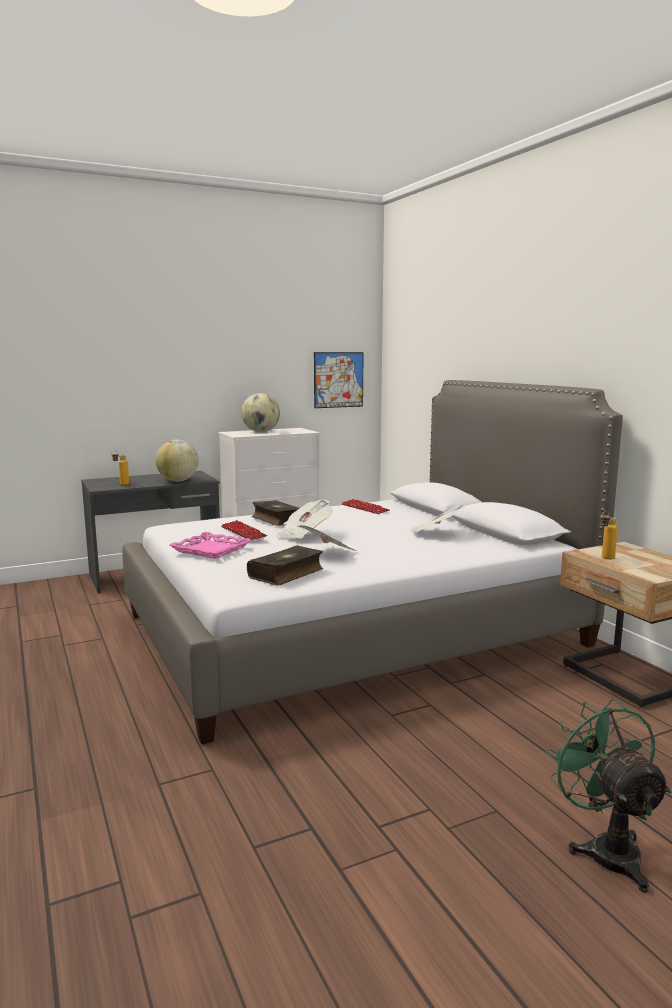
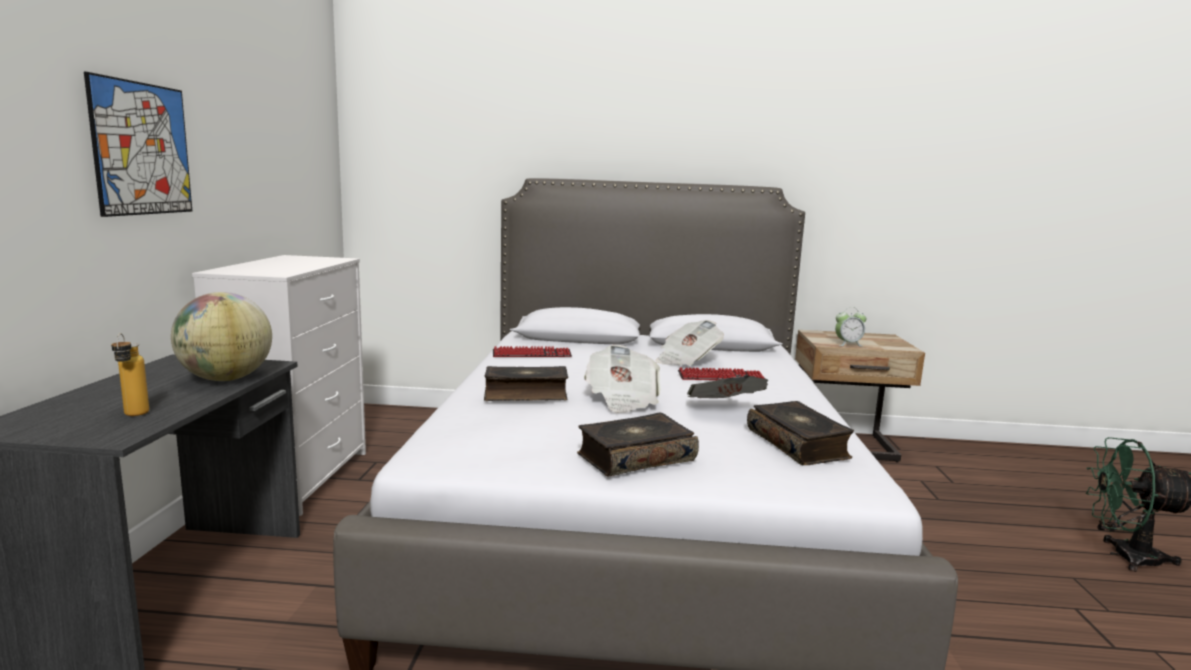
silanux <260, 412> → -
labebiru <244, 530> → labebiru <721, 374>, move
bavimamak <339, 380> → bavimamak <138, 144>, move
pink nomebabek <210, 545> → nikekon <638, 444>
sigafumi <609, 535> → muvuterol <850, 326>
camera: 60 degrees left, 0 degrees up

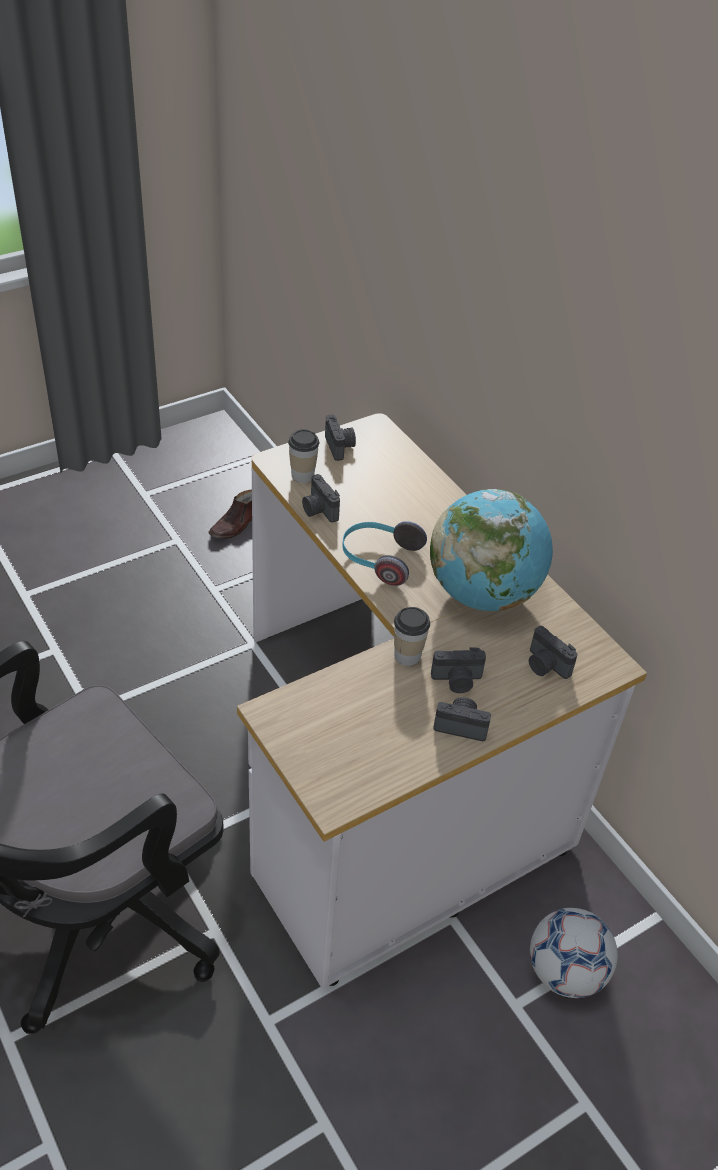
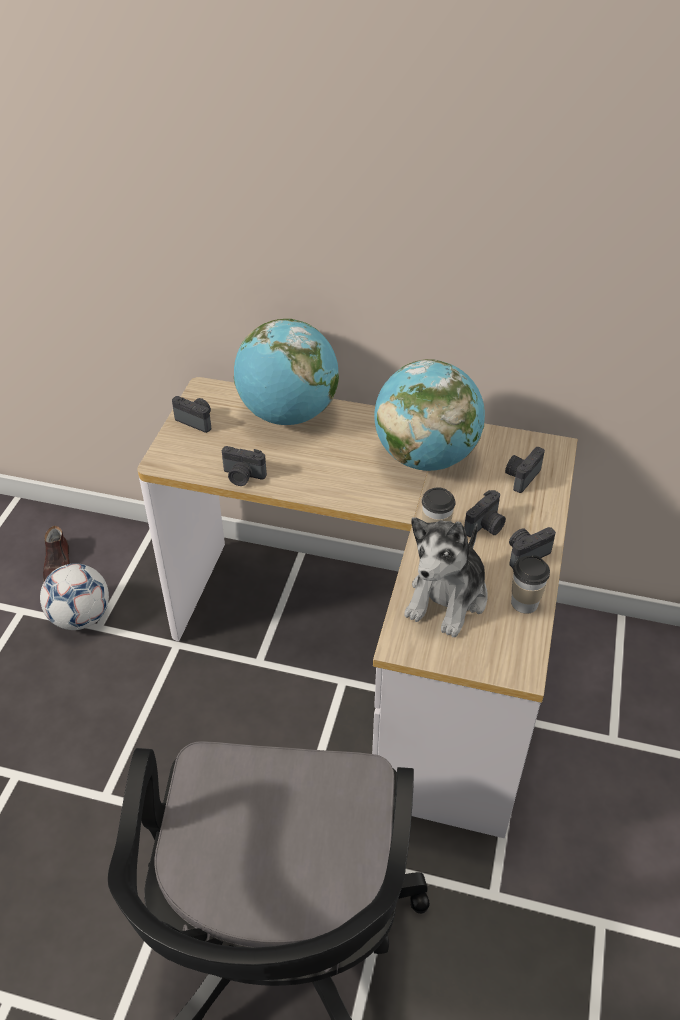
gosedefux <384, 553> → -
- → silanux <286, 372>
- → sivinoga <445, 577>
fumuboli <303, 456> → fumuboli <530, 584>, move
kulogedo <574, 953> → kulogedo <74, 596>, move
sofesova <553, 652> → sofesova <525, 470>, 120 degrees clockwise
camera: 40 degrees left, 0 degrees up

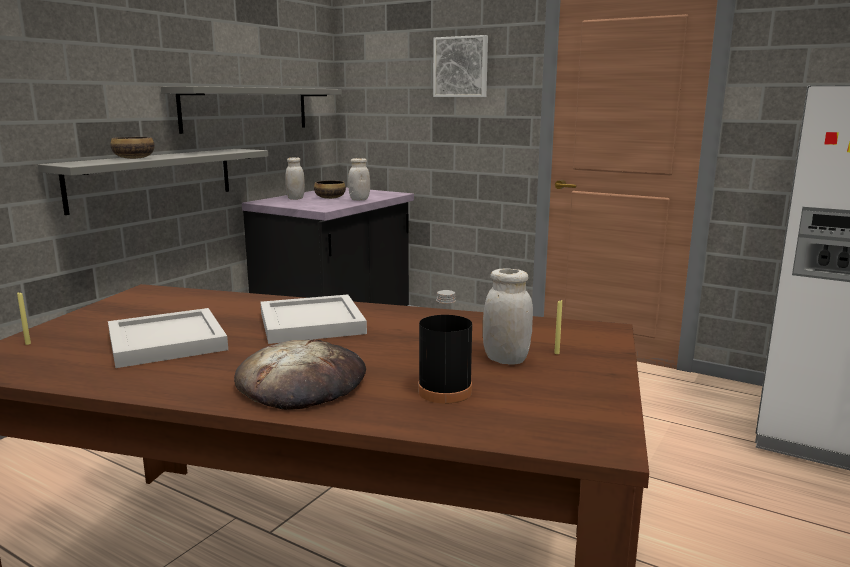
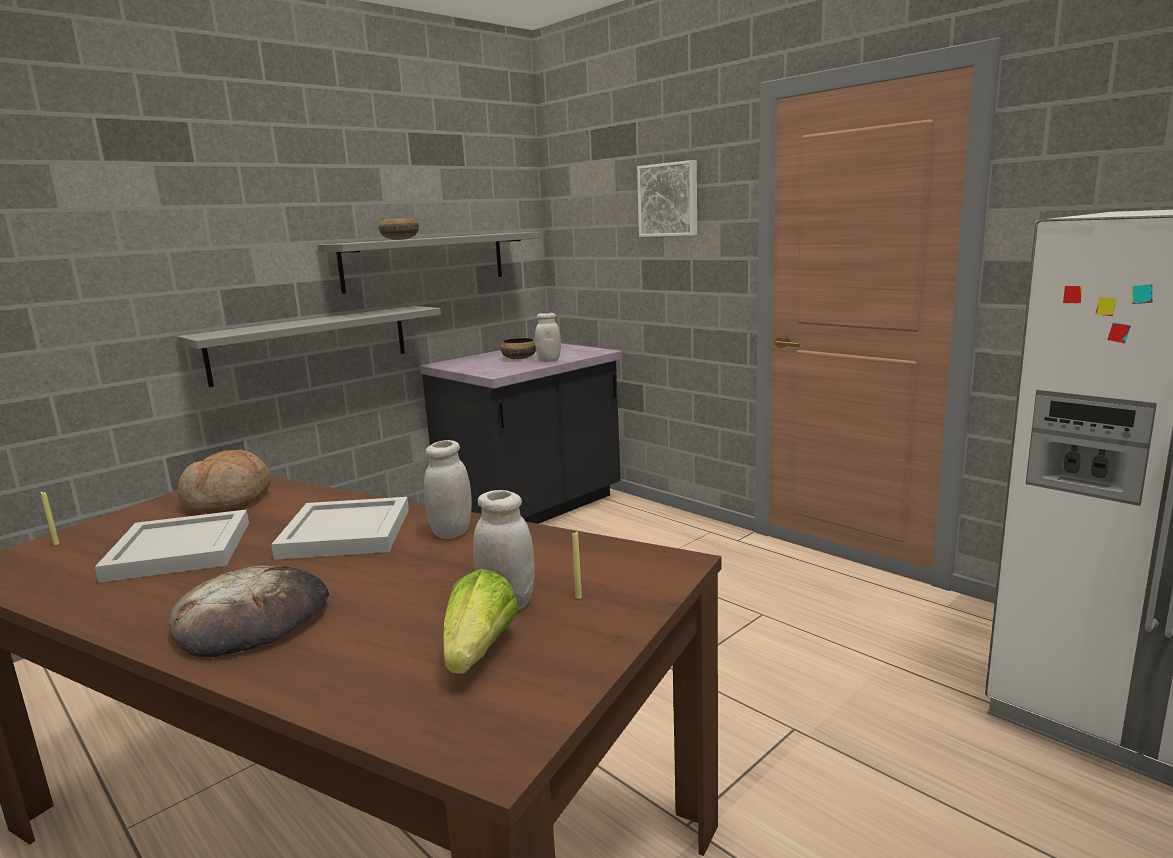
black sigafumi <445, 346> → -
- → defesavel <224, 481>
- → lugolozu <481, 621>
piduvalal <133, 148> → piduvalal <398, 229>, move
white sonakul <295, 178> → white sonakul <448, 489>, move
camera: 15 degrees right, 0 degrees up

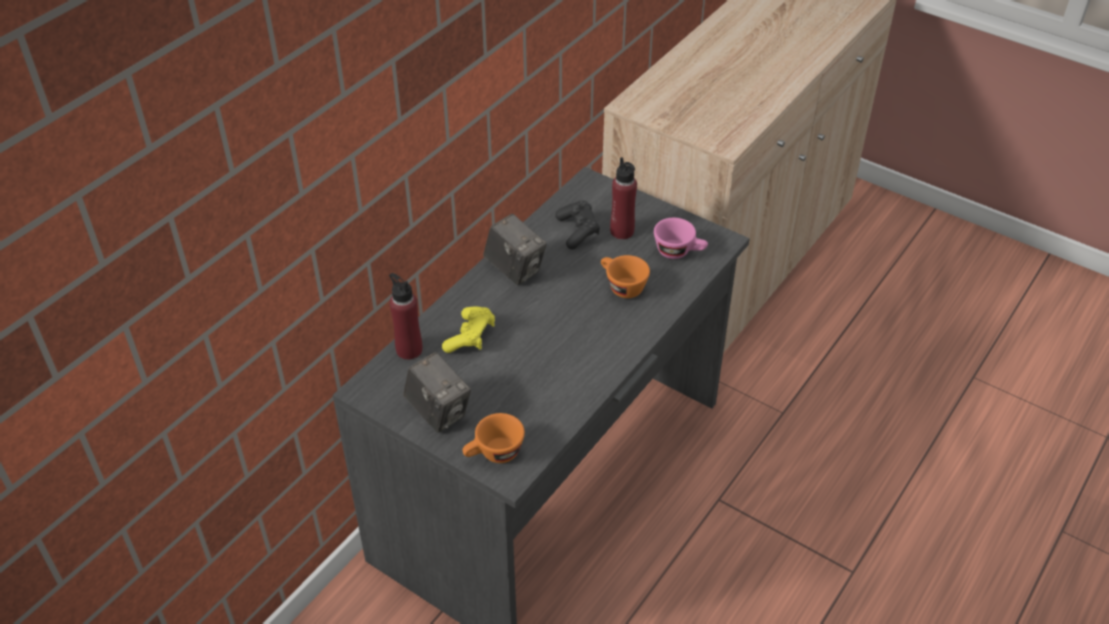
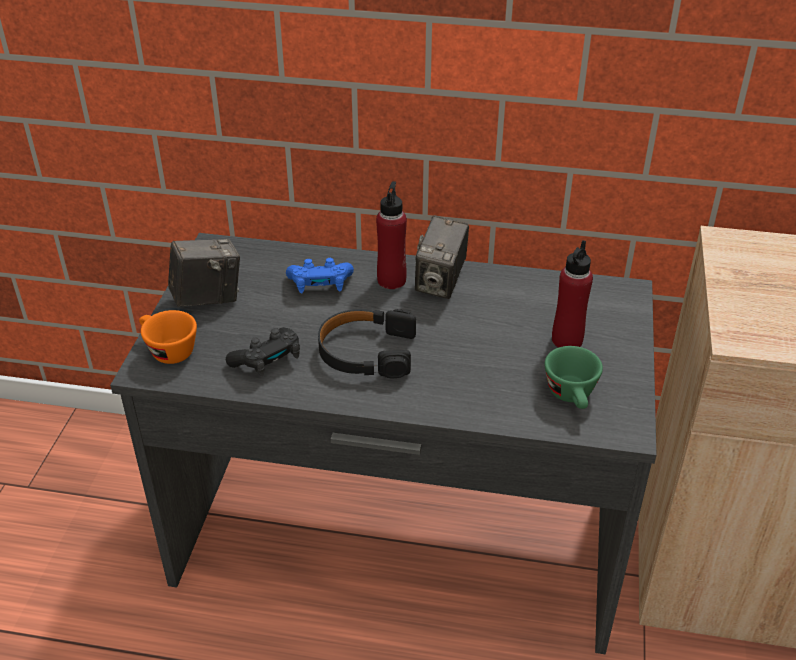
orange fumuboli <625, 276> → -
- → black gosedefux <367, 343>
red sigafumi <405, 316> → red sigafumi <391, 235>, move
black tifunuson <577, 224> → black tifunuson <263, 351>, move
yellow tifunuson <468, 329> → blue tifunuson <320, 276>
pink fumuboli <681, 238> → green fumuboli <574, 377>
sofesova <437, 392> → sofesova <204, 273>, 135 degrees counterclockwise
camera: 65 degrees right, 5 degrees down

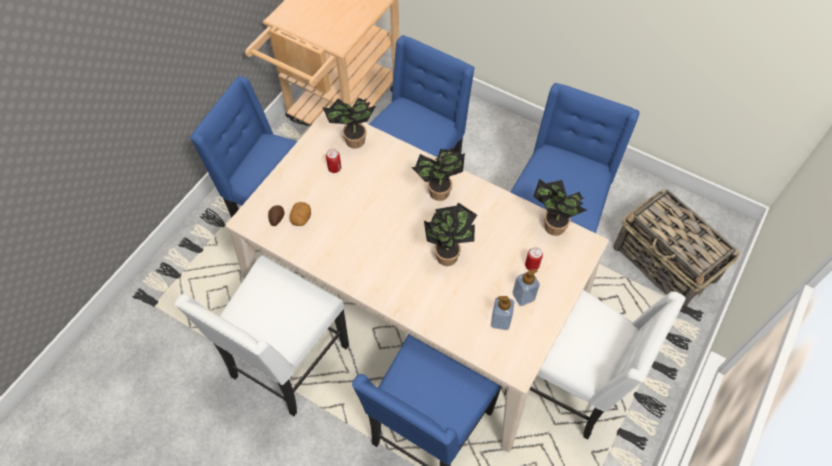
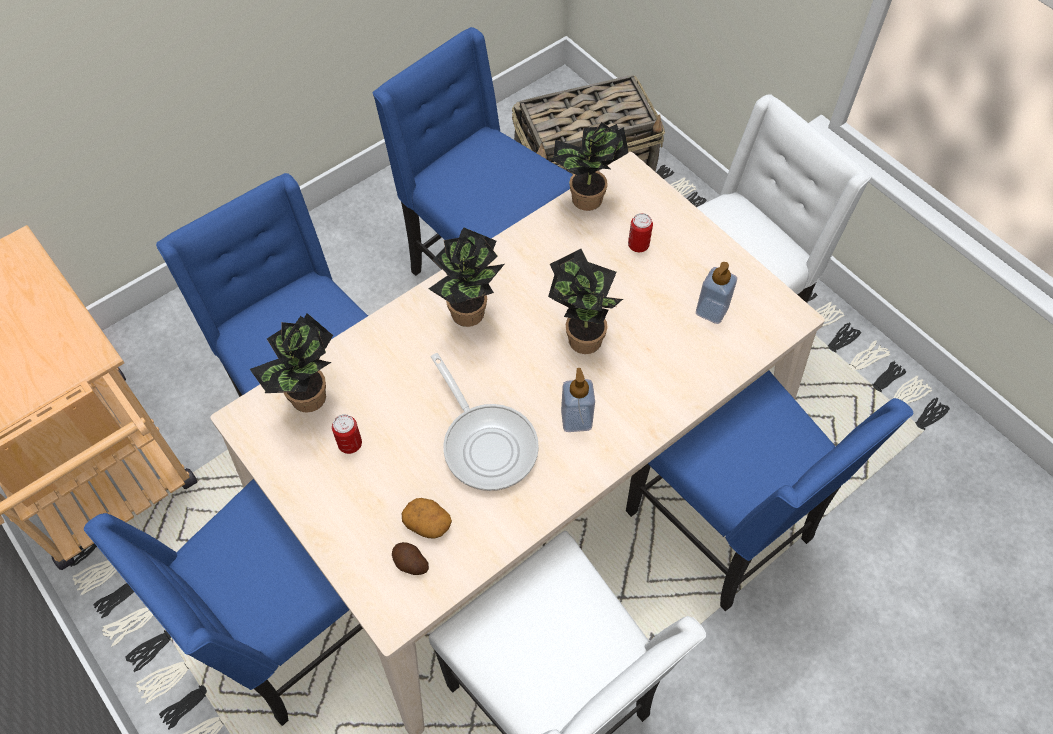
- → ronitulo <485, 422>
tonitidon <526, 287> → tonitidon <578, 400>, move
camera: 70 degrees left, 0 degrees up

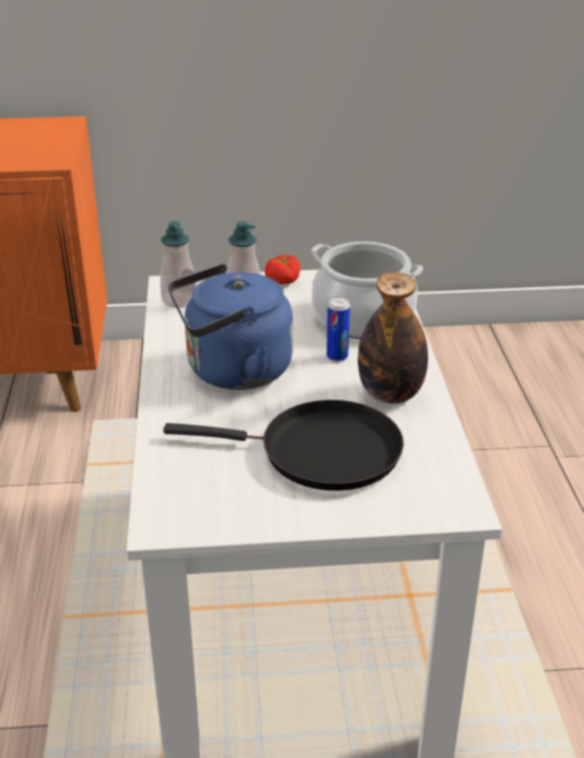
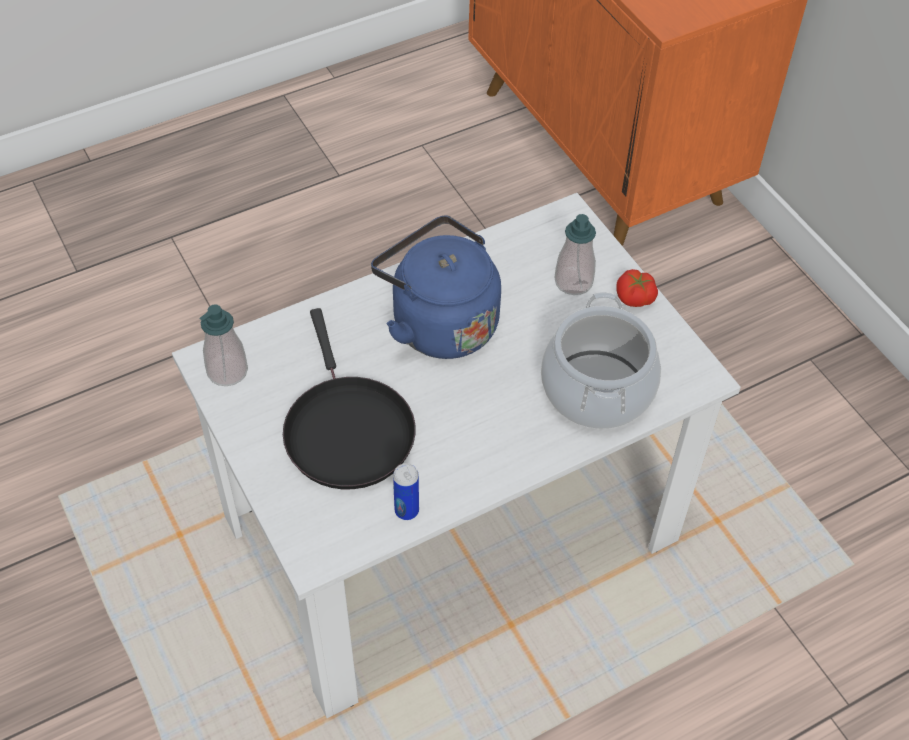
sigafumi <393, 338> → -
tonitidon <178, 264> → tonitidon <224, 345>, move
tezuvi <338, 329> → tezuvi <406, 491>, move
camera: 65 degrees right, 20 degrees up

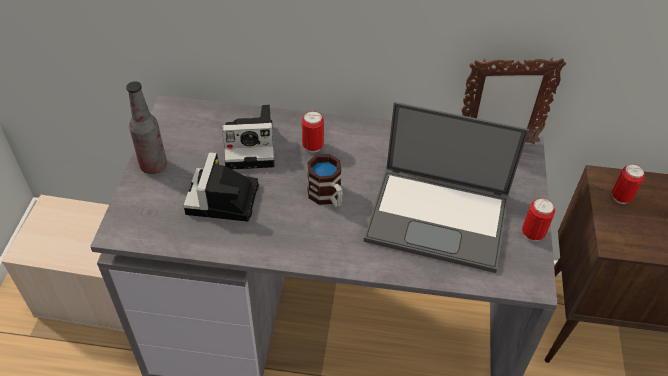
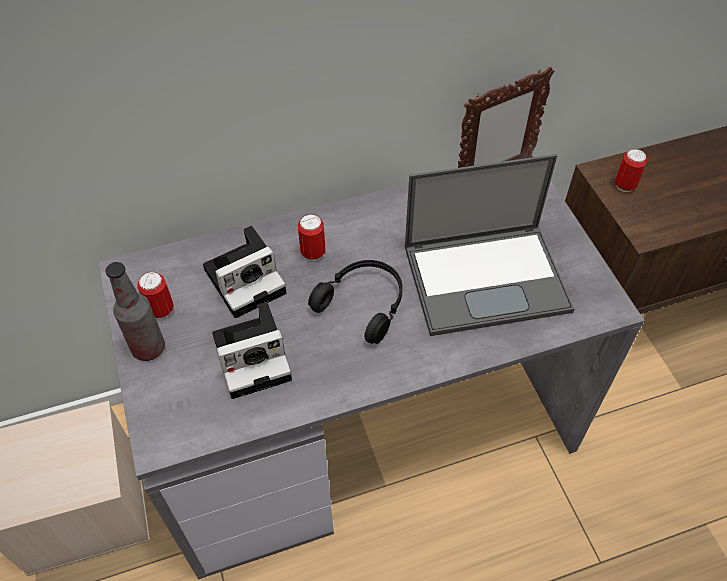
tezuvi <538, 219> → tezuvi <155, 295>, move
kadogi <325, 181> → black gosedefux <355, 302>
sofesova <221, 187> → sofesova <252, 350>, 90 degrees counterclockwise
camera: 25 degrees left, 5 degrees up

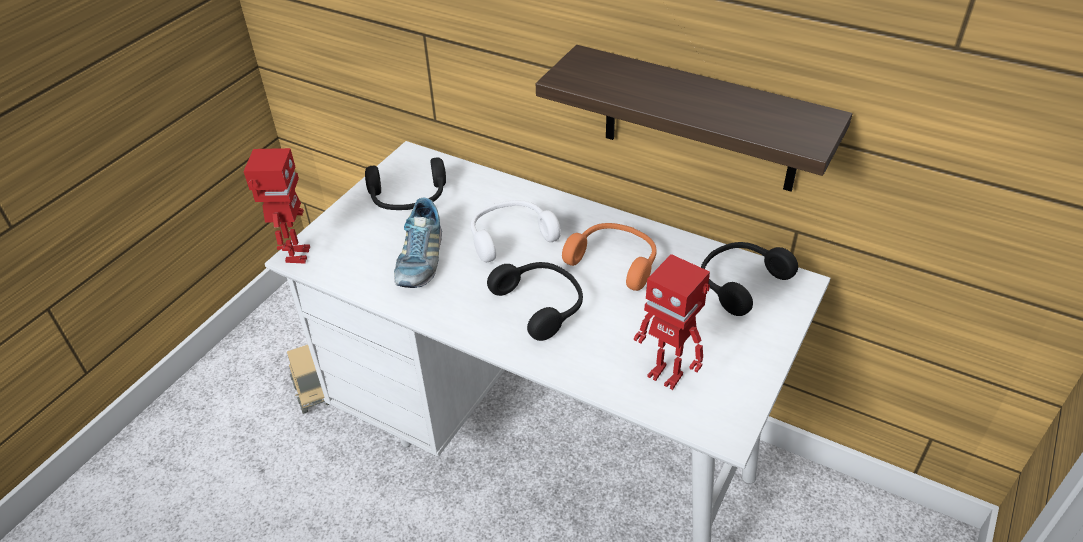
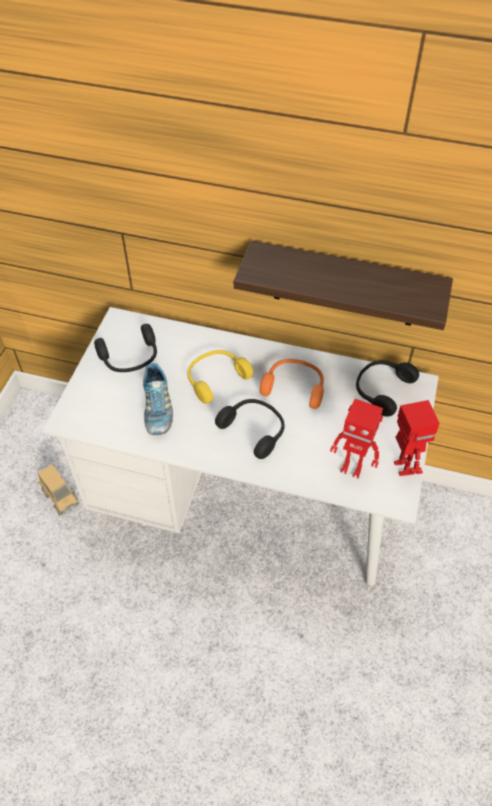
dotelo <277, 206> → dotelo <417, 438>, move
white gosedefux <516, 231> → yellow gosedefux <220, 377>
camera: 15 degrees left, 10 degrees up

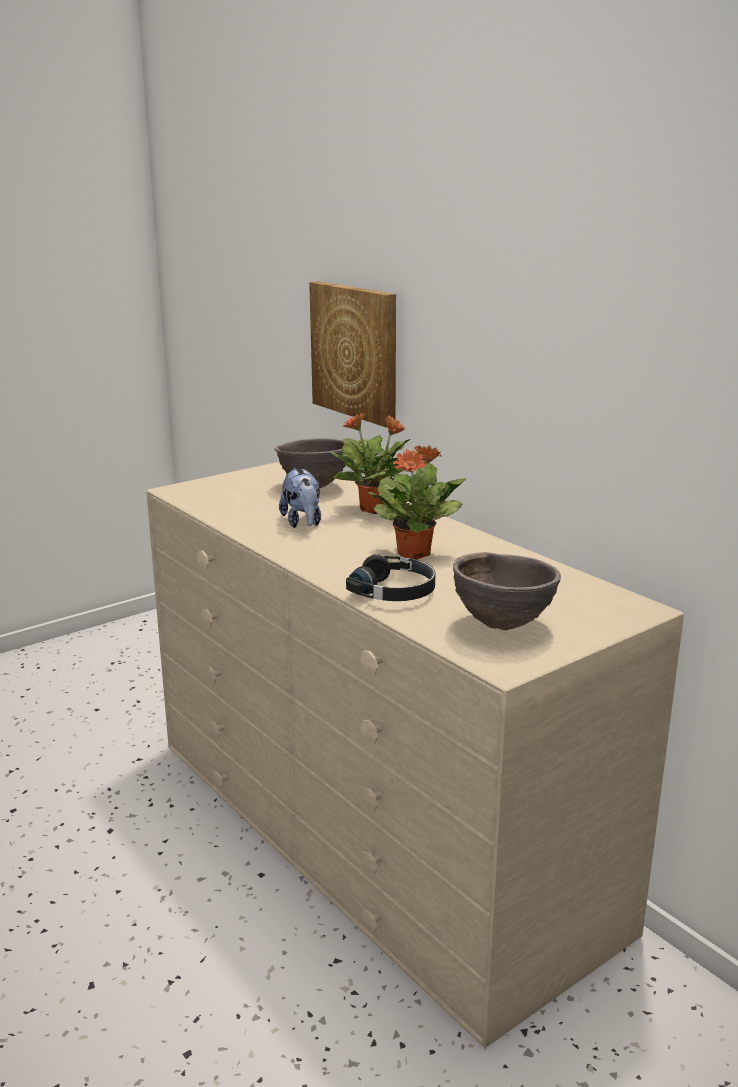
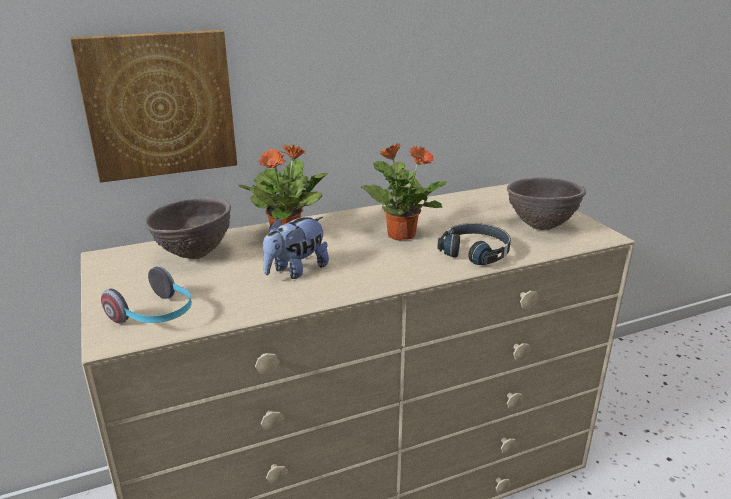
- → gosedefux <146, 295>
sivinoga <300, 498> → sivinoga <296, 248>, 135 degrees clockwise
camera: 75 degrees left, 5 degrees up

